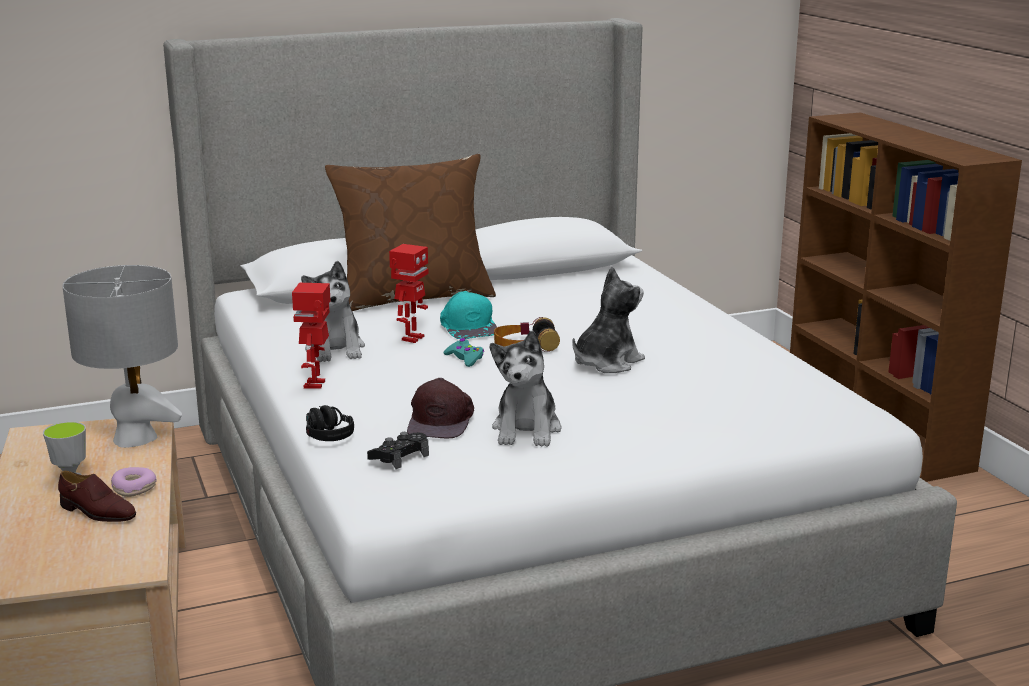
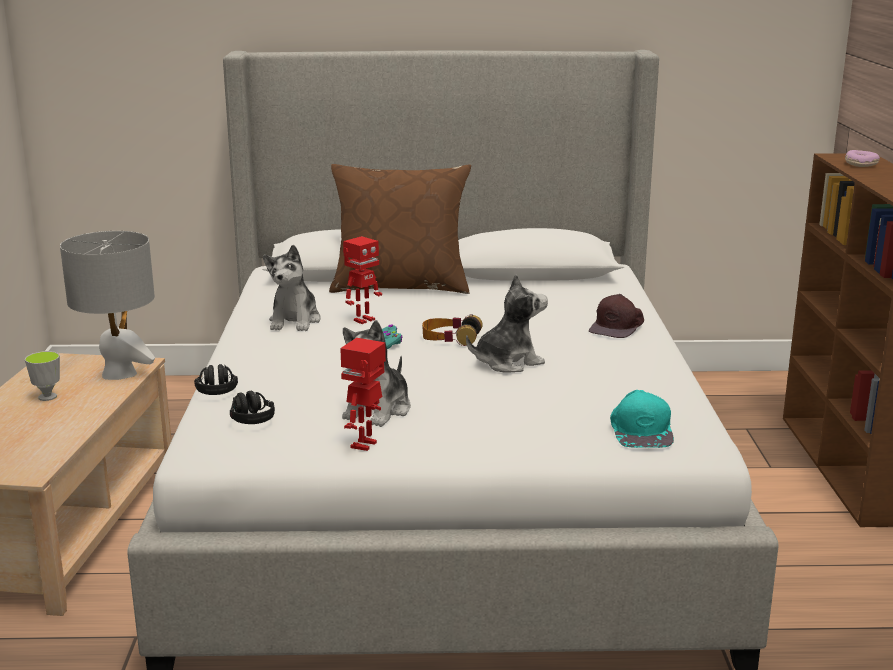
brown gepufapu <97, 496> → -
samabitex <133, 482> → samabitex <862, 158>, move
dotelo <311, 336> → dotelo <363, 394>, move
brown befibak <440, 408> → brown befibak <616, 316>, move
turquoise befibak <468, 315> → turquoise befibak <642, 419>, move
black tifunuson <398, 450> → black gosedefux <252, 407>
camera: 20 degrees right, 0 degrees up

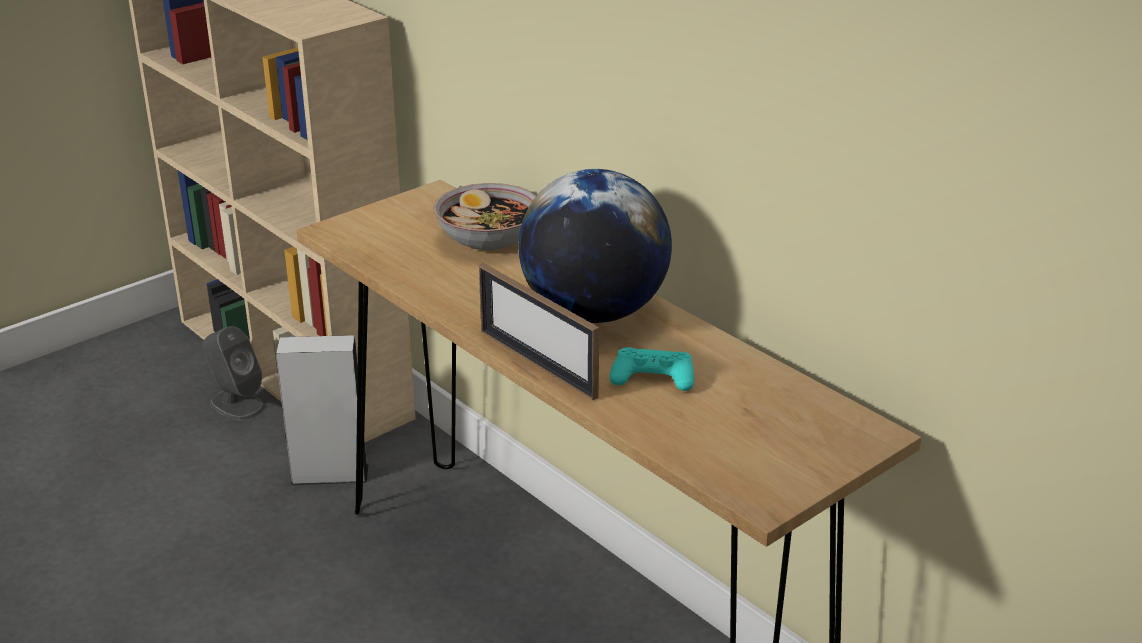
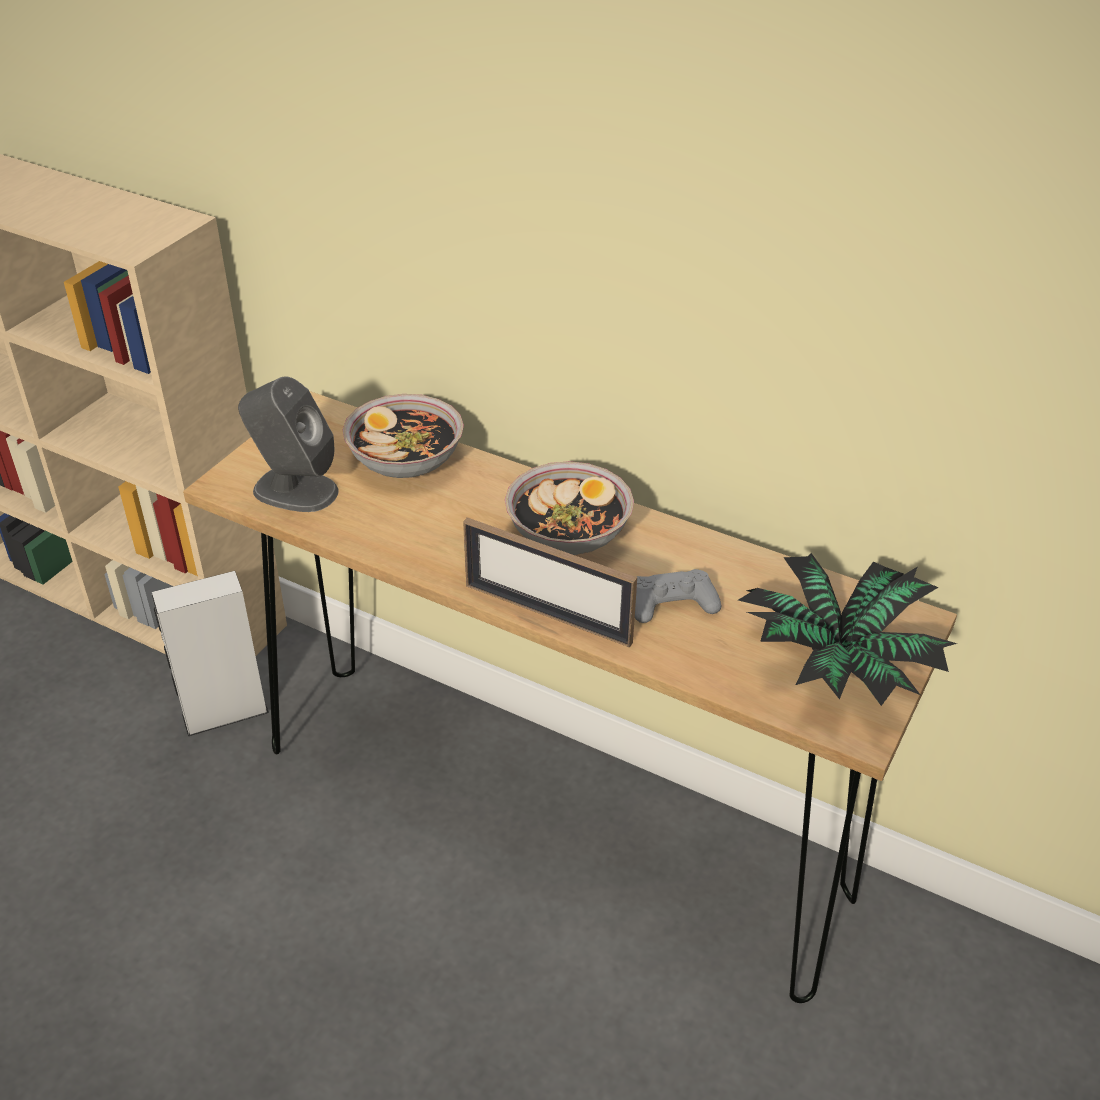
- → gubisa <847, 629>
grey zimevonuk <234, 373> → grey zimevonuk <288, 444>, move
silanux <595, 246> → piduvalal <569, 508>
turquoise tifunuson <652, 369> → grey tifunuson <678, 596>
camera: 20 degrees left, 10 degrees up

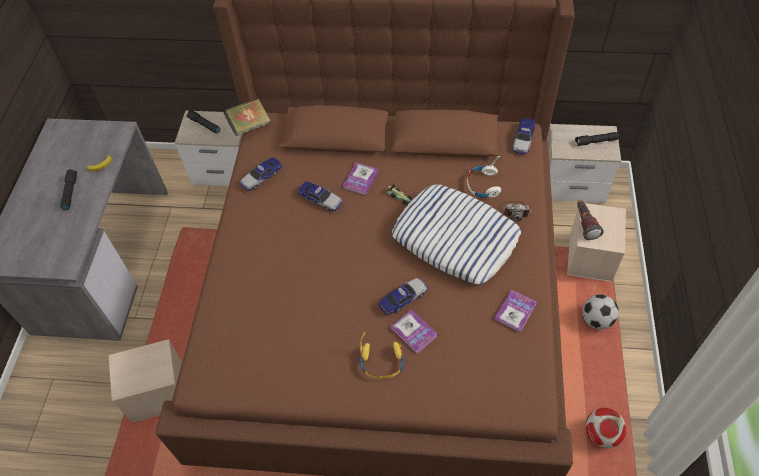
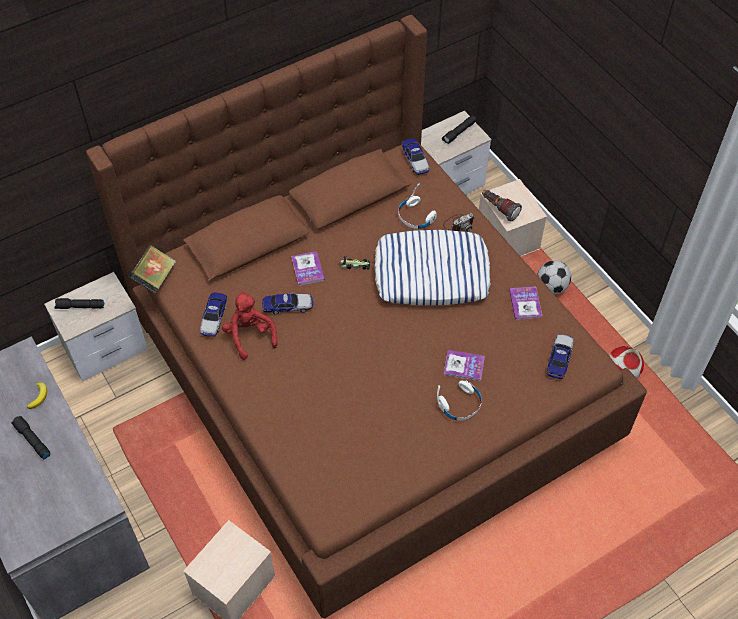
- → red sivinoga <249, 325>
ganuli <403, 296> → ganuli <560, 356>, move
yellow gosedefux <382, 355> → white gosedefux <459, 400>
camera: 40 degrees left, 0 degrees up

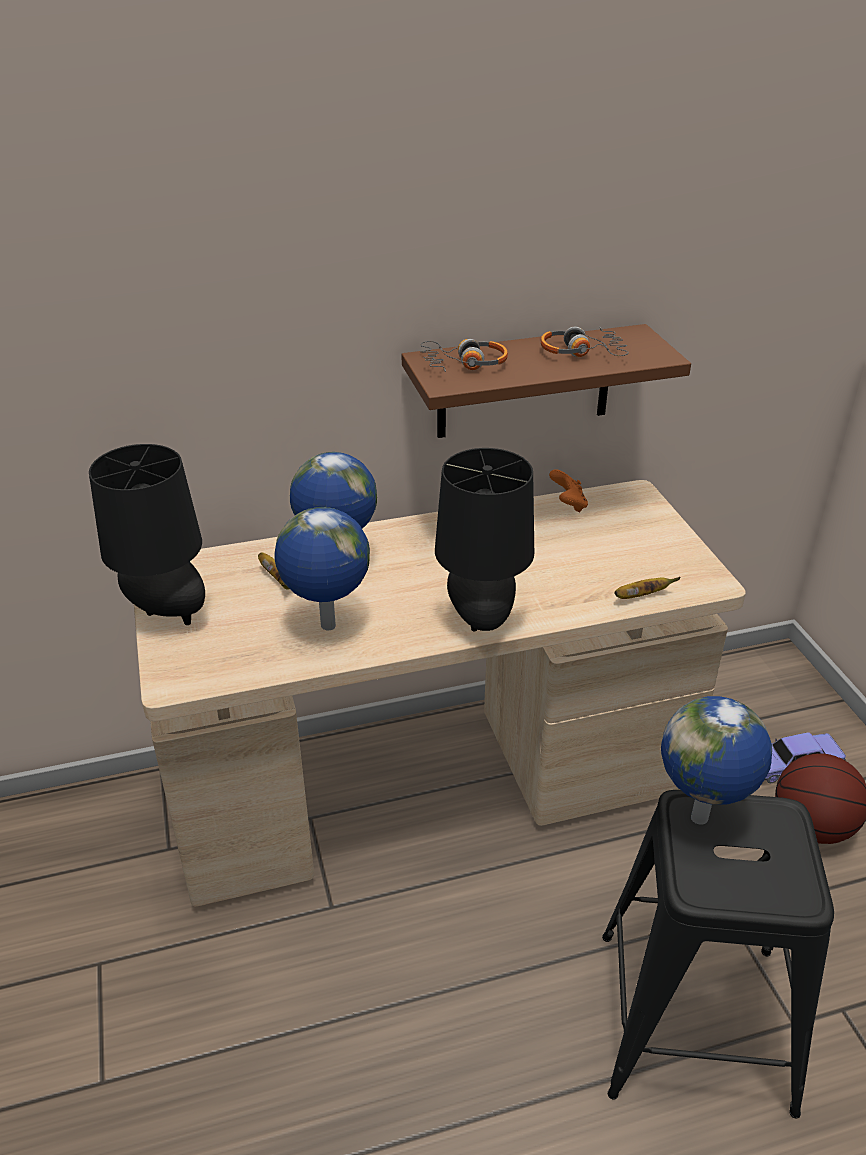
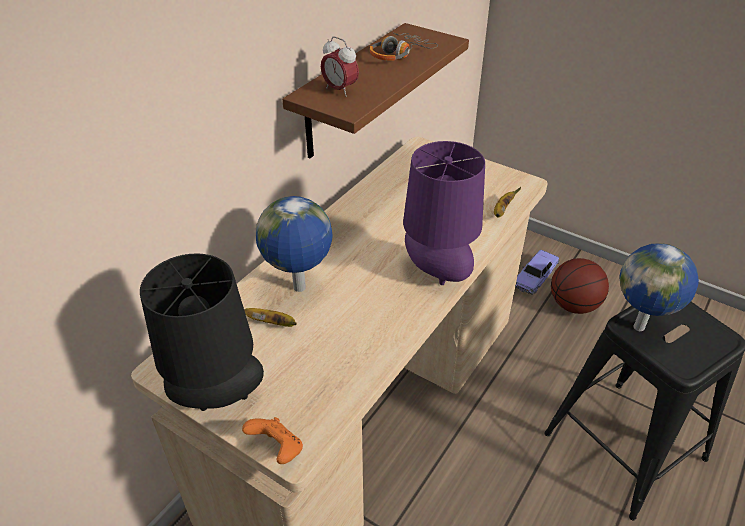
silanux <322, 568> → -
orange tifunuson <568, 491> → orange tifunuson <272, 440>, move
gosedefux <464, 355> → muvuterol <340, 66>
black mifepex <484, 539> → purple mifepex <444, 213>
camera: 40 degrees left, 5 degrees up

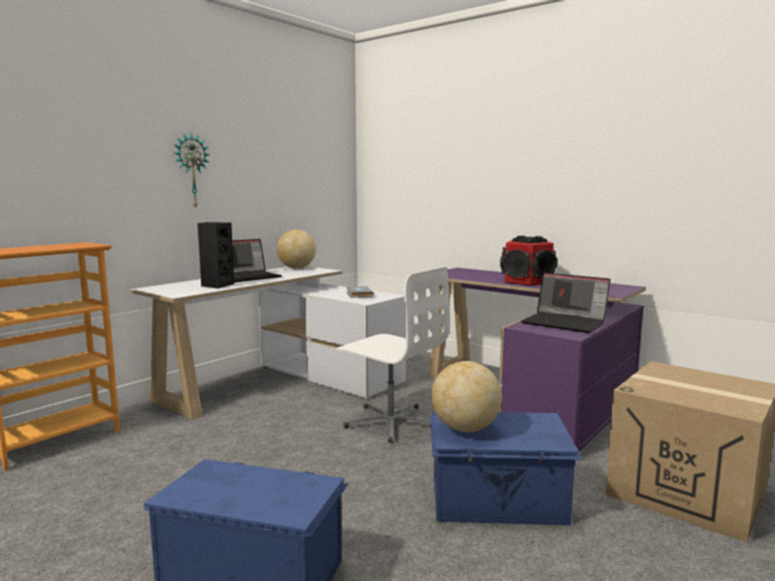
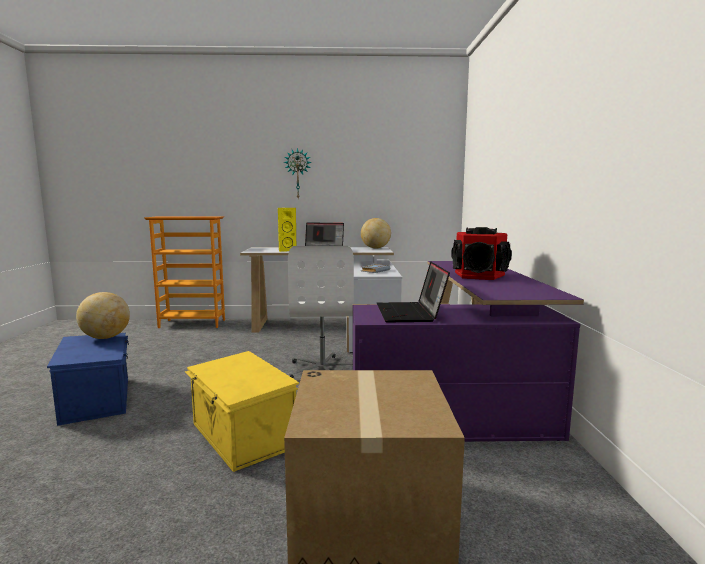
silanux <466, 396> → silanux <103, 315>, move
black zimevonuk <215, 255> → yellow zimevonuk <287, 230>
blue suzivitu <506, 468> → yellow suzivitu <242, 411>
camera: 50 degrees right, 0 degrees up

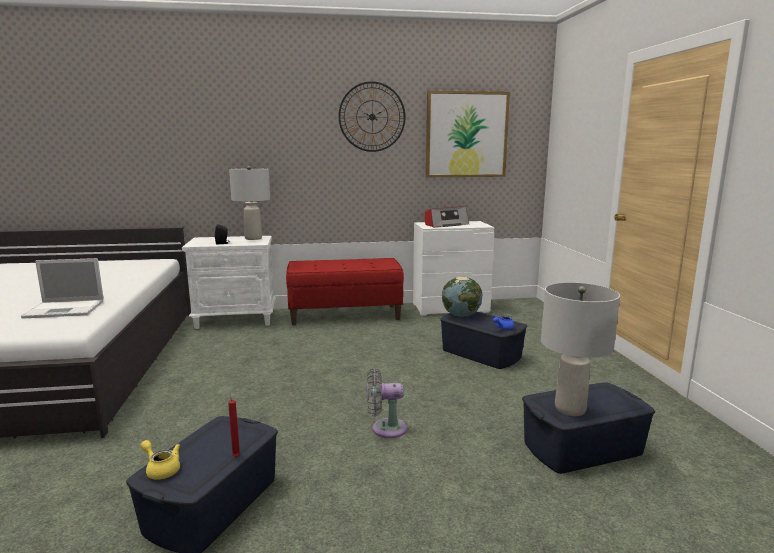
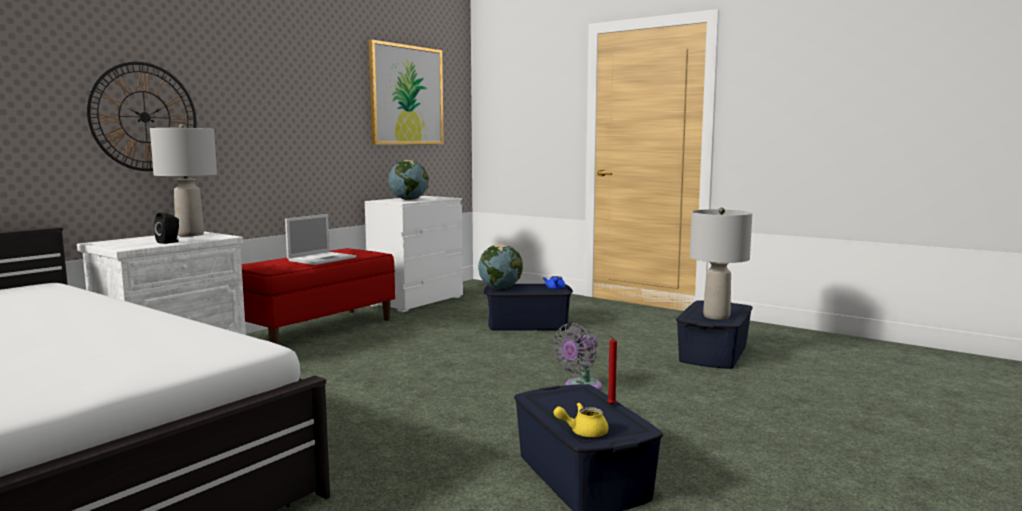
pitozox <62, 288> → pitozox <320, 239>, move
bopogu <372, 116> → bopogu <142, 116>, move
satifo <447, 216> → silanux <409, 180>
camera: 45 degrees left, 5 degrees down

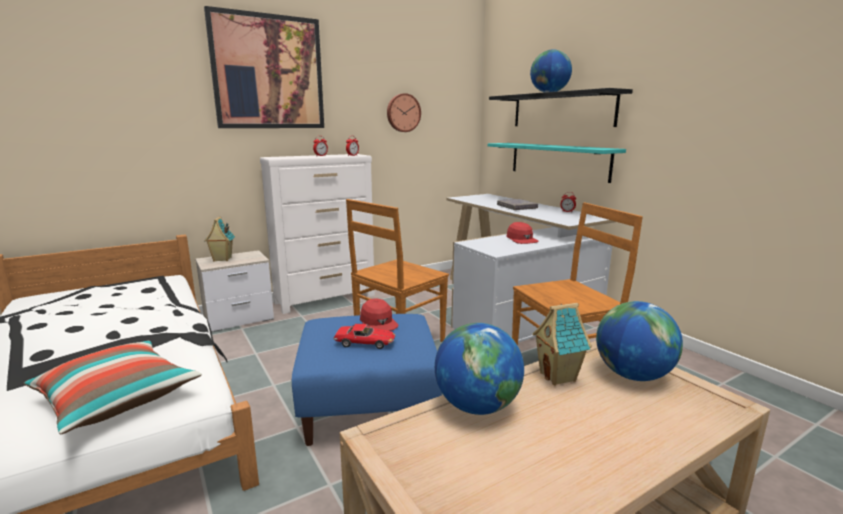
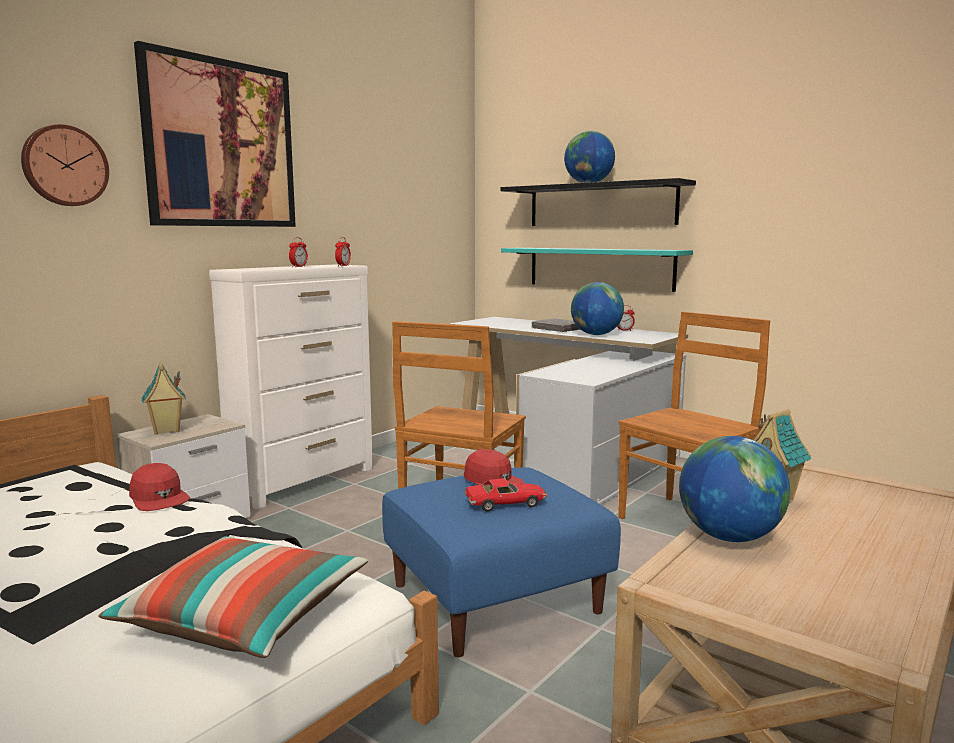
bopogu <404, 112> → bopogu <65, 165>, move
red befibak <523, 233> → red befibak <159, 487>, move
silanux <639, 341> → silanux <597, 308>, move
camera: 20 degrees left, 5 degrees down

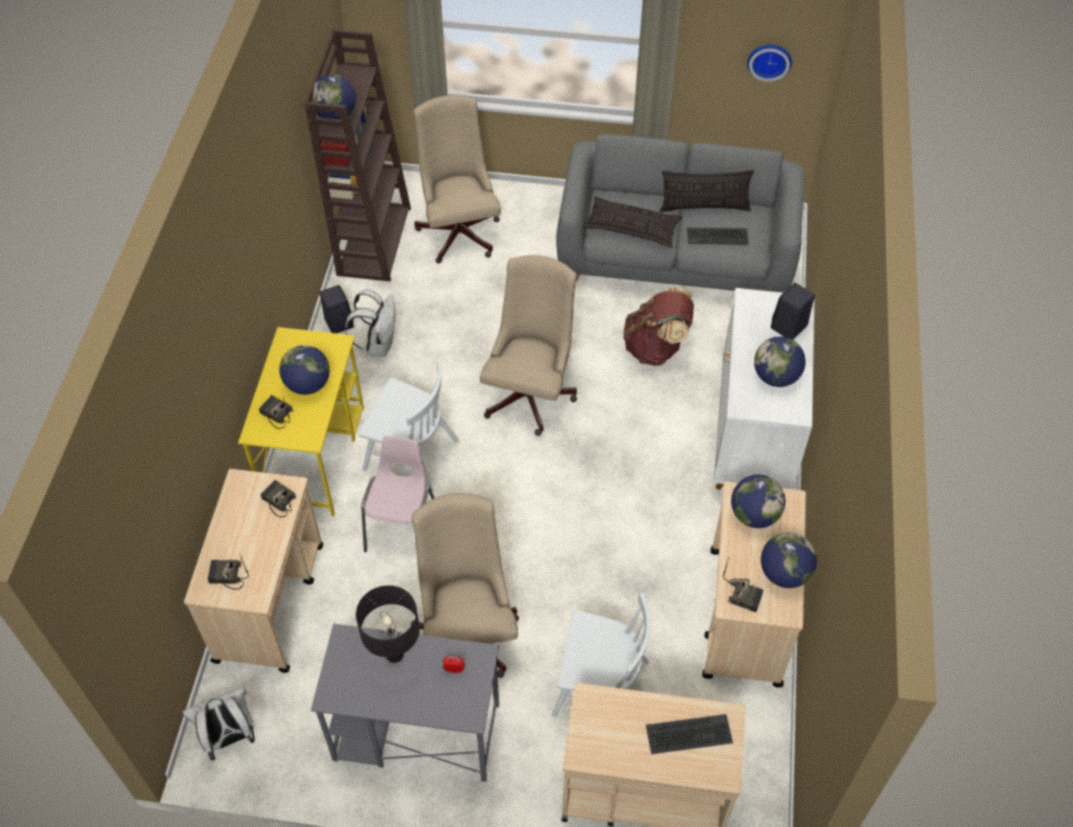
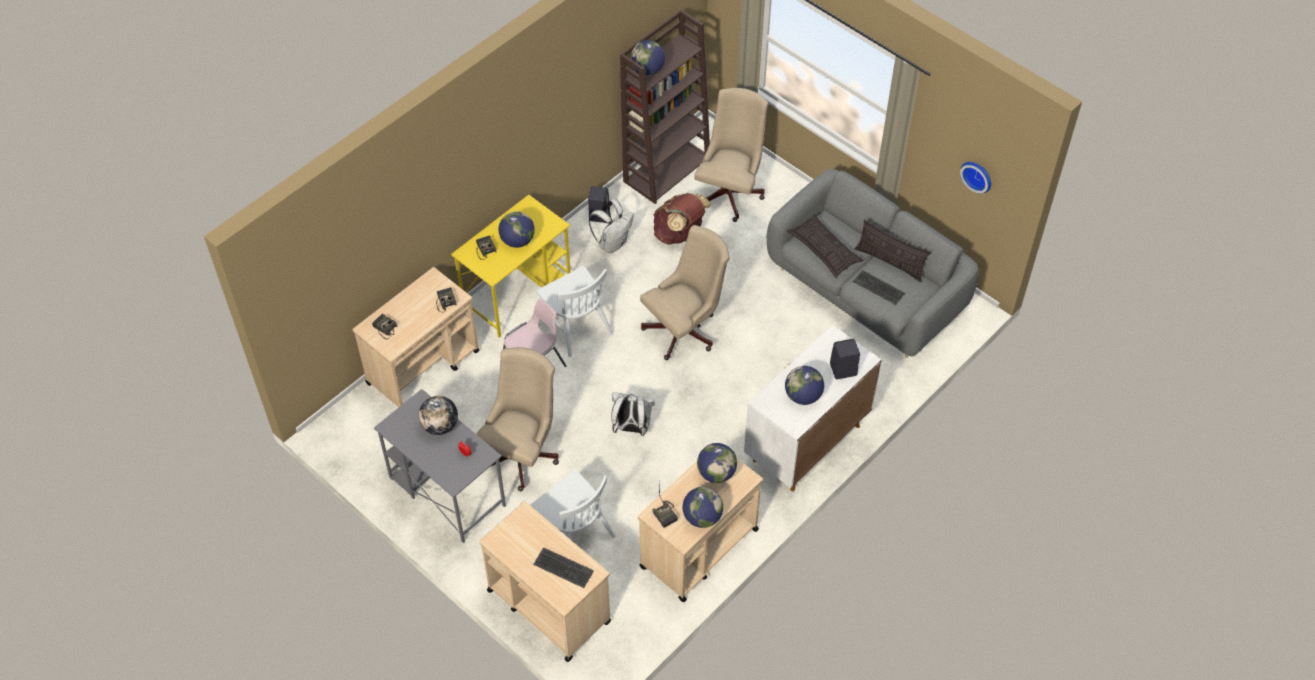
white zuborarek <218, 724> → white zuborarek <633, 414>, move
brown zuborarek <658, 326> → brown zuborarek <682, 219>, move
black mifepex <388, 624> → silanux <438, 415>
camera: 35 degrees right, 0 degrees up

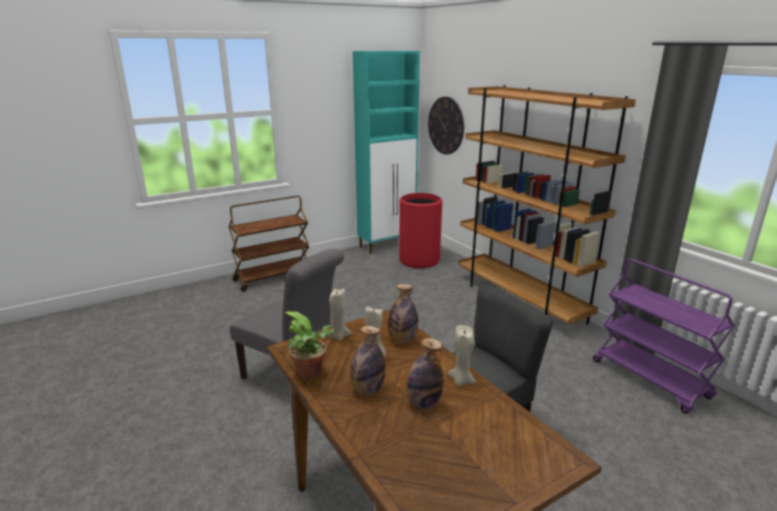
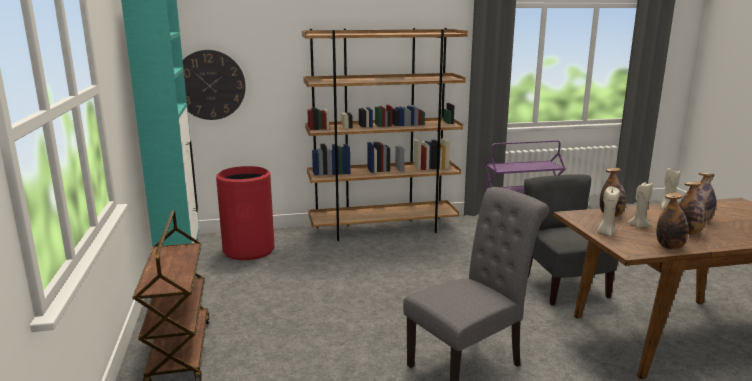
gubisa <309, 345> → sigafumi <672, 220>
camera: 70 degrees left, 5 degrees down

